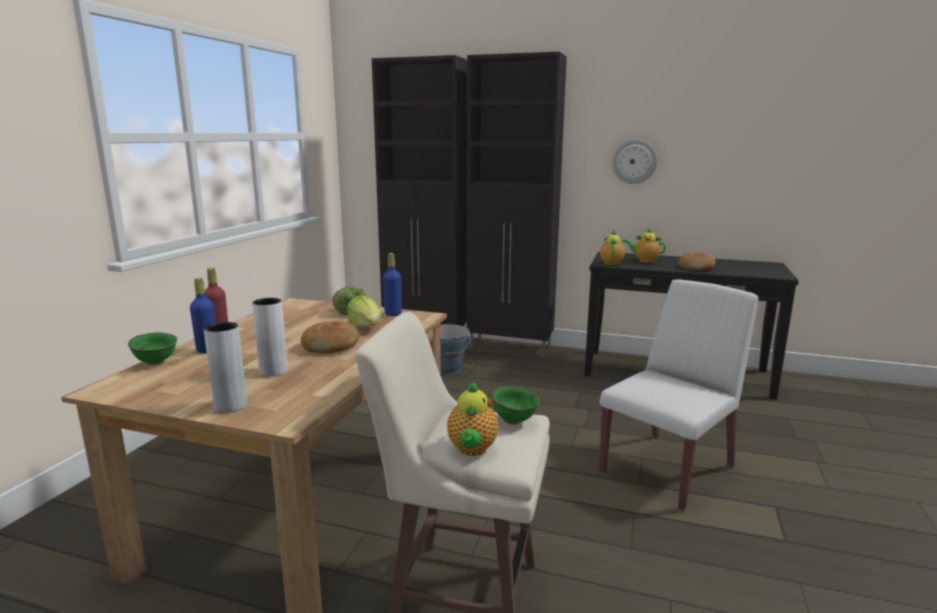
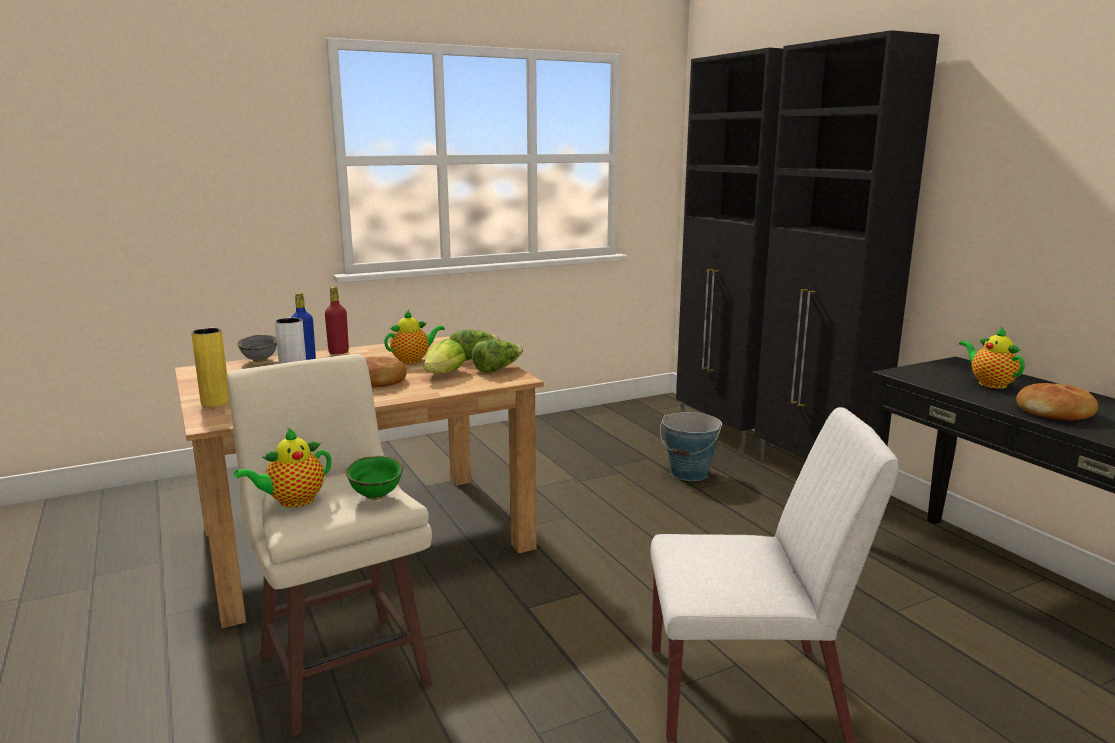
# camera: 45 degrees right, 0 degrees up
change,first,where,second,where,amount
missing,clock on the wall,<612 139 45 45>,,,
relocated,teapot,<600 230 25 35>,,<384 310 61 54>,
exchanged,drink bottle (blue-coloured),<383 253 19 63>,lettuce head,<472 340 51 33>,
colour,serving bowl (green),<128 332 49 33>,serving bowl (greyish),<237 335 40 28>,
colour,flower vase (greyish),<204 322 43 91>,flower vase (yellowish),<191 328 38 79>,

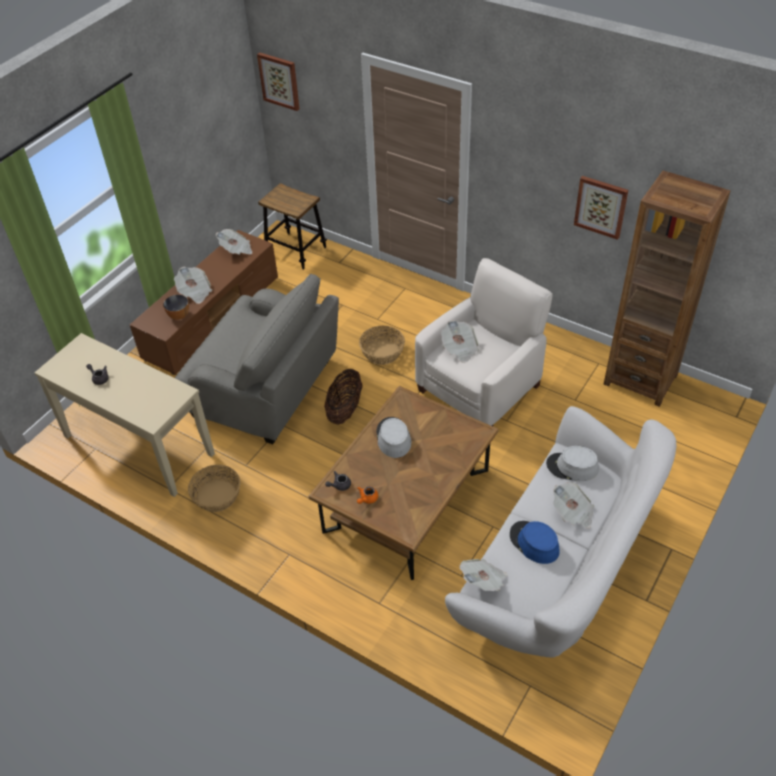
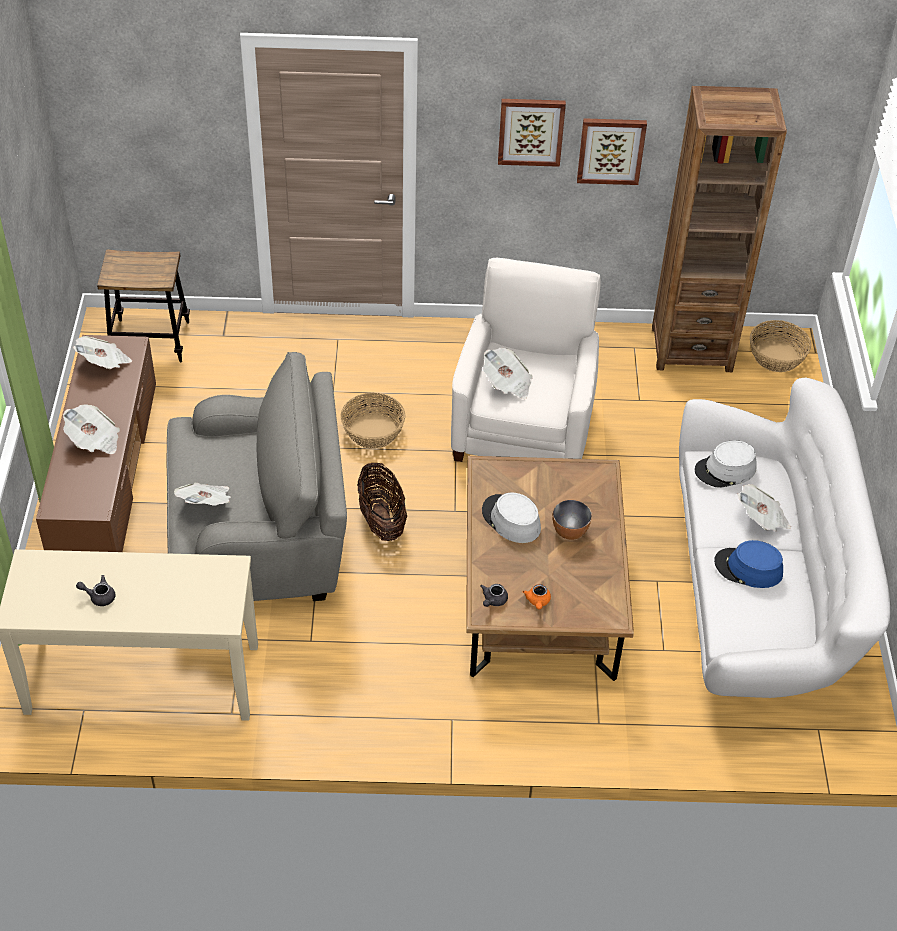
# camera: 35 degrees left, 0 degrees up
change,first,where,second,where,amount
relocated,serving bowl,<163 294 26 26>,,<553 500 39 40>,
relocated,household basket,<188 465 52 47>,,<750 320 61 52>,
relocated,picture,<257 52 43 59>,,<498 99 68 68>,
relocated,printed paper,<460 559 48 32>,,<174 483 57 23>,

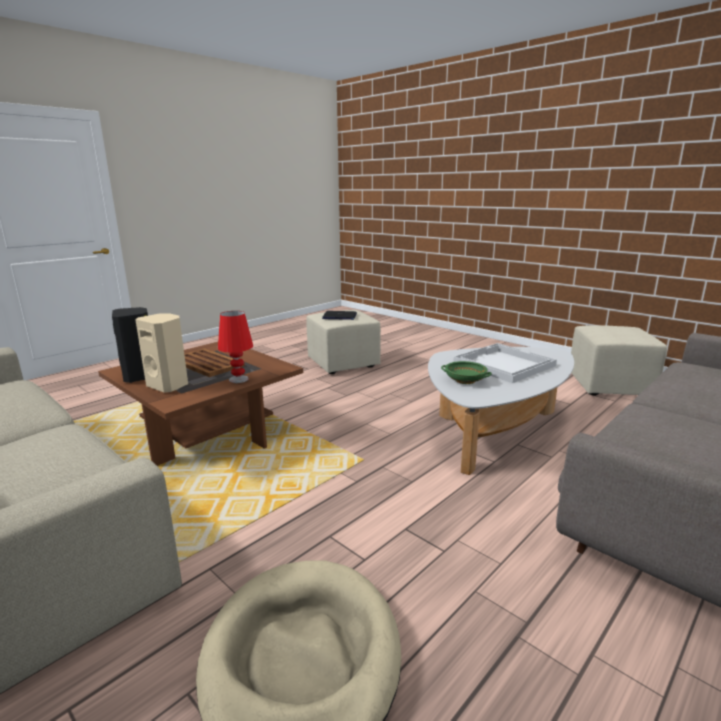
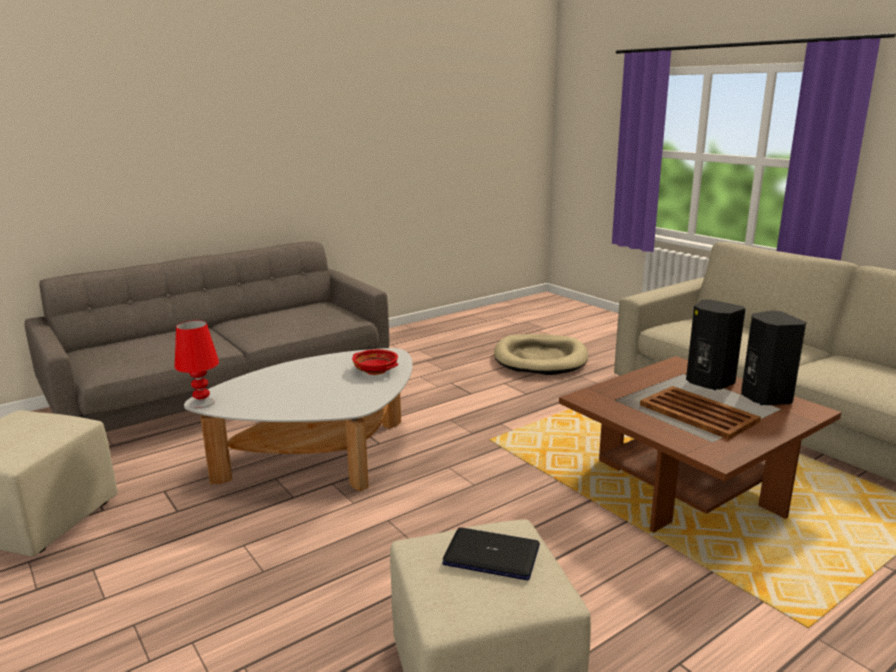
# camera: 170 degrees left, 0 degrees up
change,first,where,second,where,amount
missing,carrying tray (white-coloured),<453 343 104 40>,,,
relocated,table lamp (red-coloured),<218 311 35 72>,,<174 320 45 89>,
colour,audio speaker (beige),<135 313 53 80>,audio speaker (blackish),<686 299 60 91>,
colour,serving bowl (green),<441 361 51 23>,serving bowl (red-coloured),<352 349 46 26>,

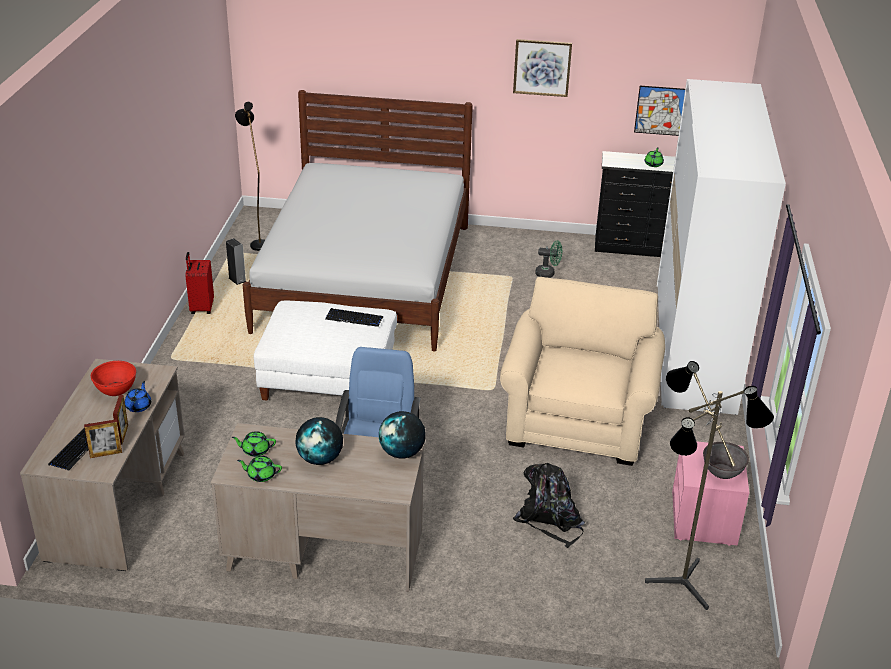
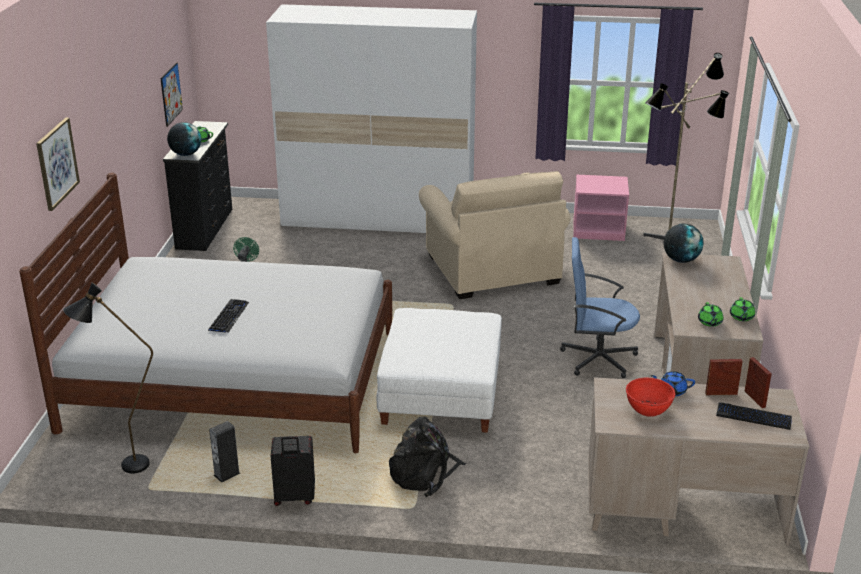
# camera: 90 degrees left, 5 degrees down
change,first,where,second,where,amount
missing,serving bowl (greyish),<703 442 46 37>,,,
relocated,desk globe,<295 417 48 48>,,<167 122 34 34>,
relocated,PC keyboard,<325 308 58 19>,,<208 299 41 34>,
relocated,picture,<513 39 59 58>,,<36 118 44 93>,
relocated,rucksack (blackish),<513 463 72 85>,,<389 416 77 81>,
colour,piece of luggage (red-coloured),<185 252 29 62>,piece of luggage (blackish),<271 436 44 70>,
spun,armchair (beige),<500 277 165 189>,,<419 171 152 128>,120 degrees counterclockwise

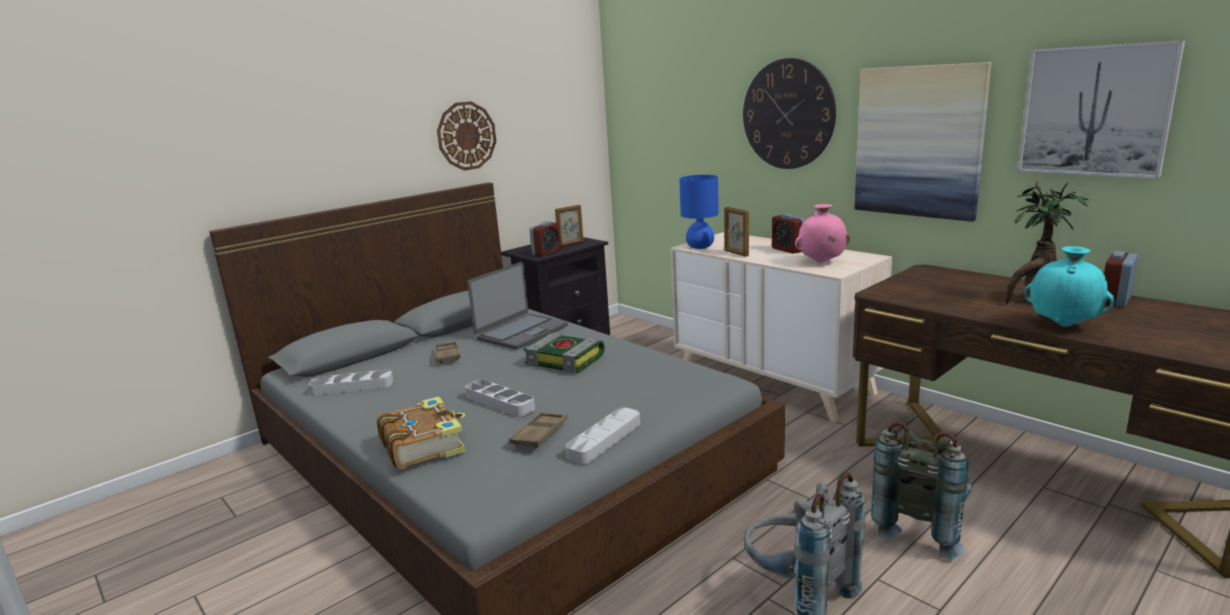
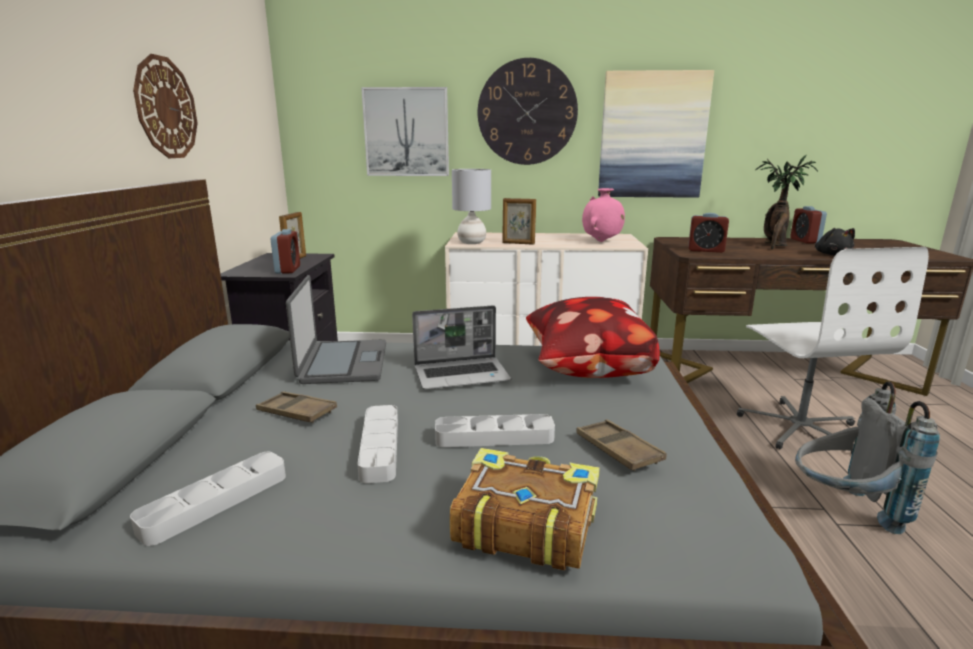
# camera: 45 degrees left, 0 degrees up
change,first,where,second,where,amount
appeared,,,throw pillow,<526 297 134 81>,
relocated,carrying tray (greyish),<566 407 74 57>,,<357 405 41 78>,
relocated,alarm clock,<772 213 34 41>,,<688 213 41 40>,
relocated,picture,<1018 40 167 139>,,<361 87 88 89>,
exchanged,bound book,<524 333 81 41>,laptop,<412 305 99 84>,
exchanged,rucksack (greyish),<871 422 100 137>,computer chair (white-coloured),<737 247 192 207>,
exchanged,flower vase (turquoise),<1024 246 91 81>,cuddly toy (blackish),<815 228 40 27>,
colour,table lamp (blue-coloured),<679 175 40 74>,table lamp (greyish),<452 169 39 75>,

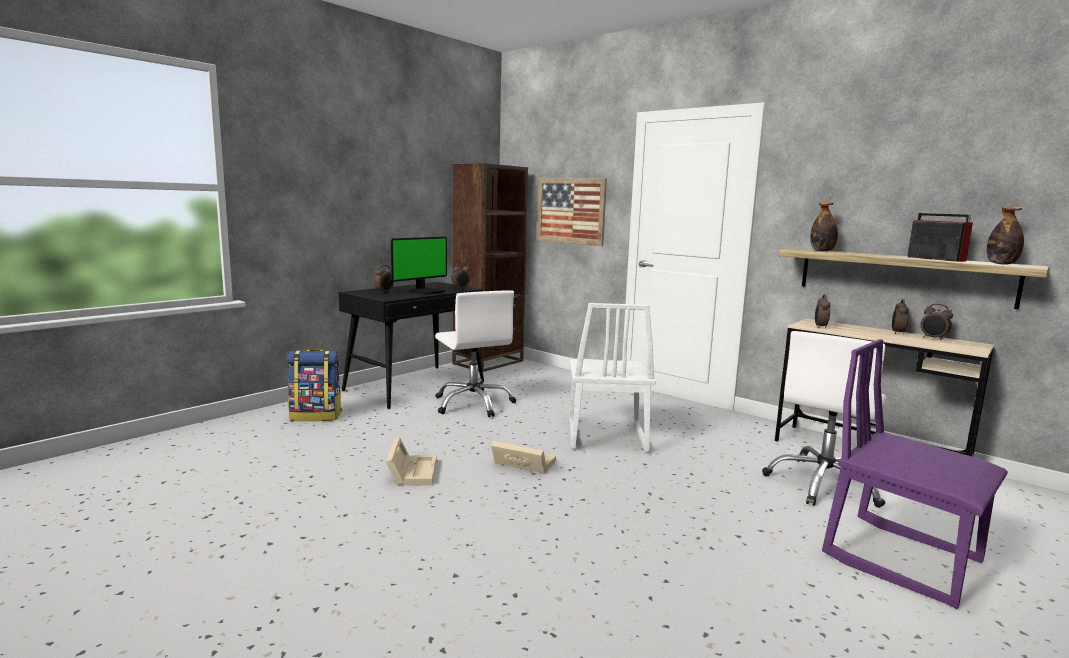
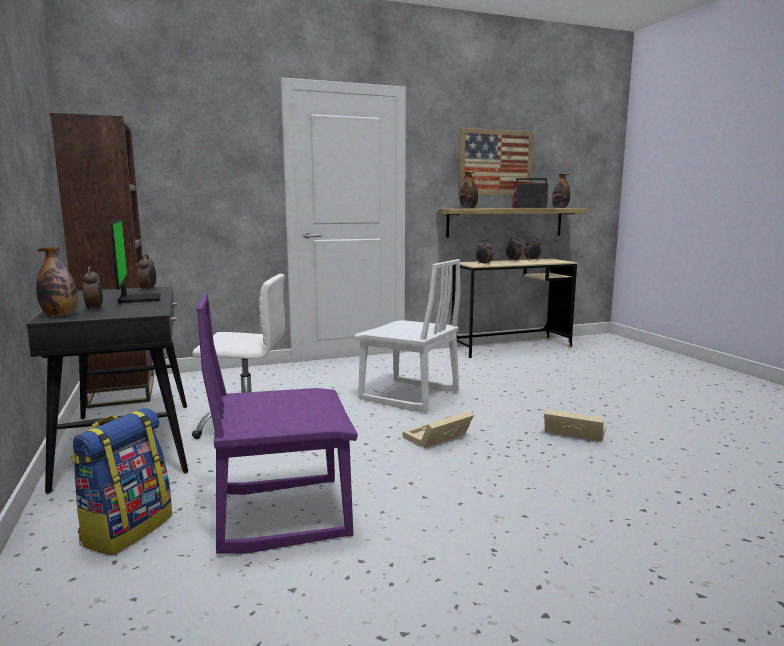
# camera: 60 degrees left, 0 degrees up
change,first,where,second,where,amount
missing,computer chair (white-coloured),<762 331 124 177>,,,
appeared,,,drink bottle,<36 246 42 70>,
relocated,storage bin (beige),<386 437 51 49>,,<544 409 62 32>,
relocated,picture,<537 178 70 68>,,<458 128 76 68>,
relocated,upright chair (purple),<822 339 186 270>,,<197 293 161 261>,

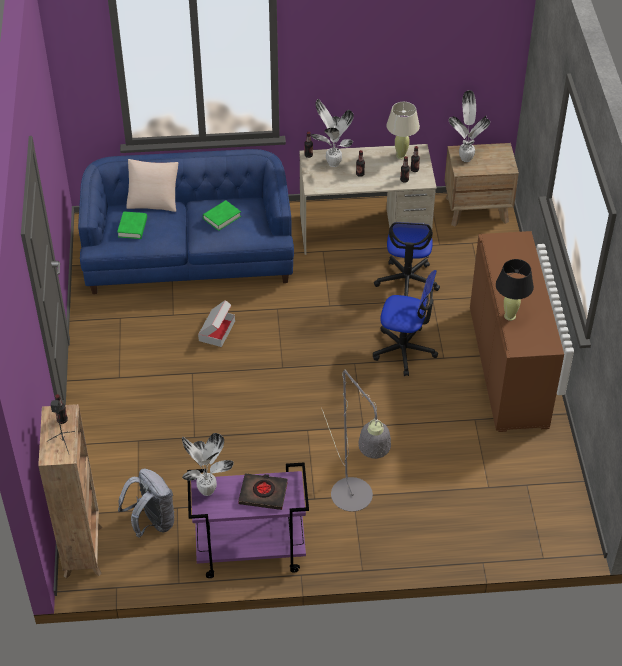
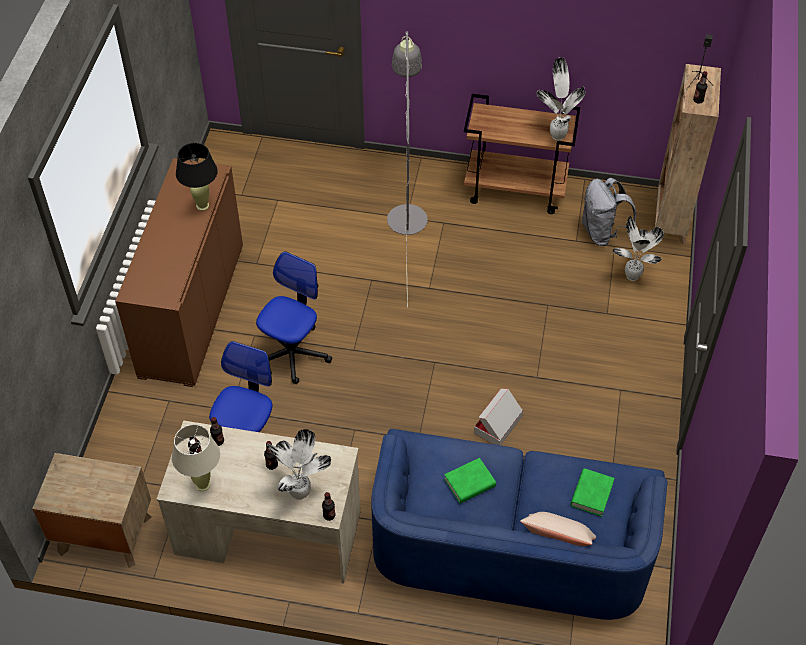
# camera: 165 degrees left, 5 degrees up
change,first,where,second,where,amount
missing,bound book (blackish),<238 474 50 36>,,,
relocated,plant in a pot,<448 90 42 72>,,<612 216 52 65>,
colour,trolley (purple),<187 462 122 116>,trolley (brown),<464 94 116 120>,
spun,computer chair,<373 270 65 106>,,<256 251 76 133>,90 degrees clockwise

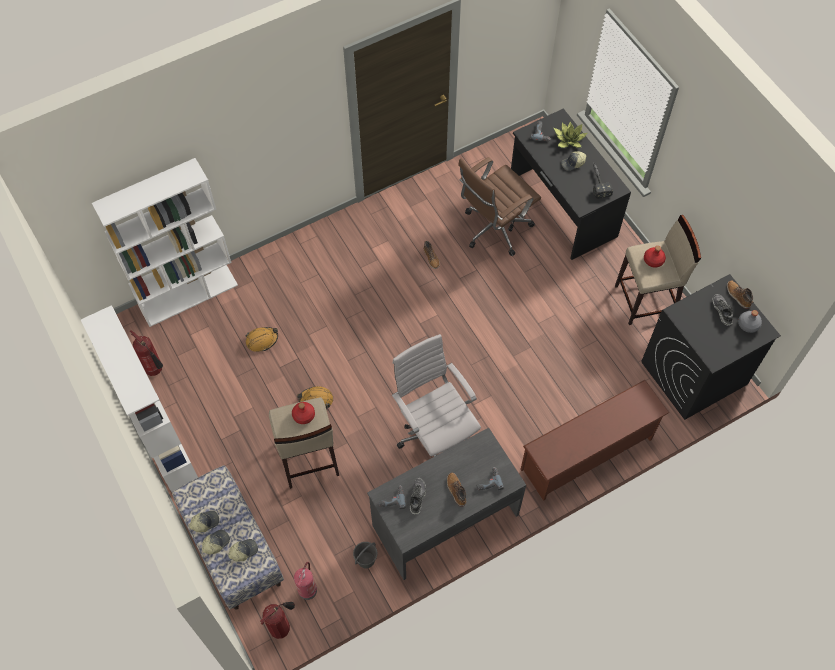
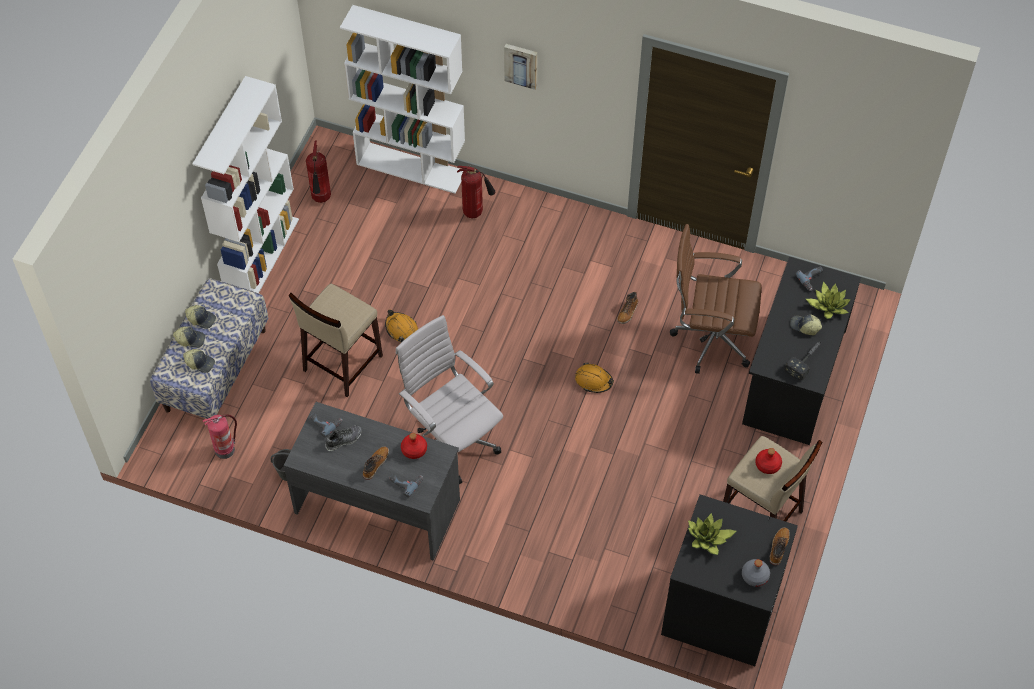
# camera: 50 degrees right, 5 degrees down
change,first,where,second,where,amount
missing,shoe stand (brown),<520 380 150 121>,,,
missing,shoe,<713 294 20 31>,,,
appeared,,,picture,<504 44 34 46>,
appeared,,,plant in a pot,<688 513 48 42>,
relocated,hard hat (orange),<246 327 32 25>,,<575 362 39 31>,
relocated,fire extinguisher,<260 602 35 37>,,<457 165 38 54>,
relocated,drink bottle (red-coloured),<292 402 23 22>,,<401 433 26 26>,
spun,computer chair (white-coloured),<392 334 89 123>,,<396 315 107 169>,60 degrees counterclockwise

